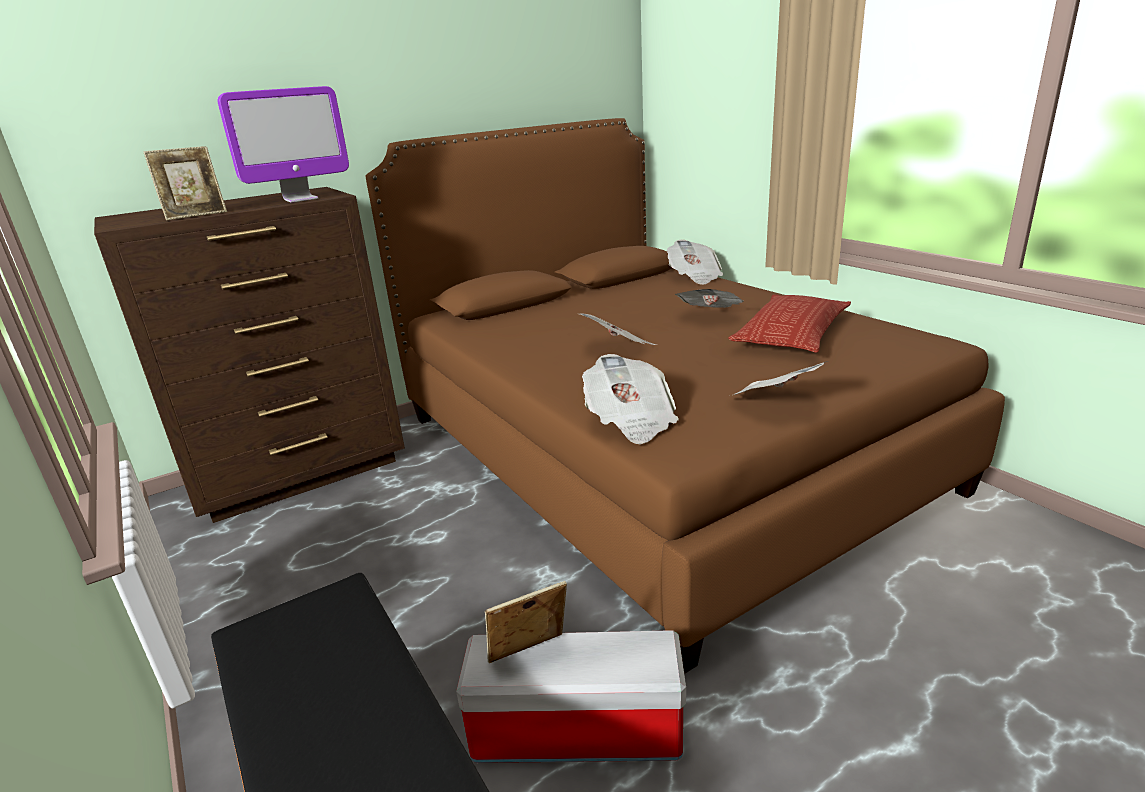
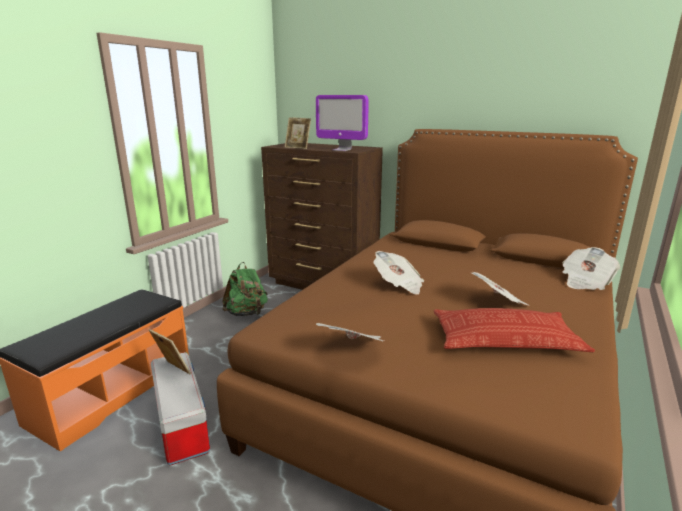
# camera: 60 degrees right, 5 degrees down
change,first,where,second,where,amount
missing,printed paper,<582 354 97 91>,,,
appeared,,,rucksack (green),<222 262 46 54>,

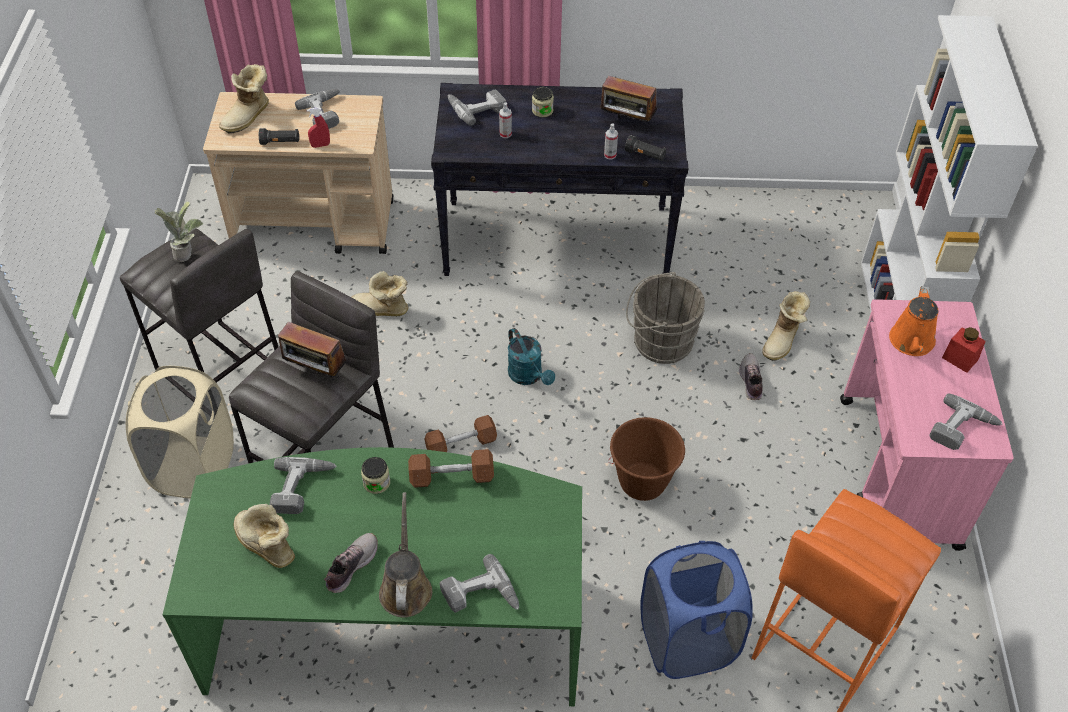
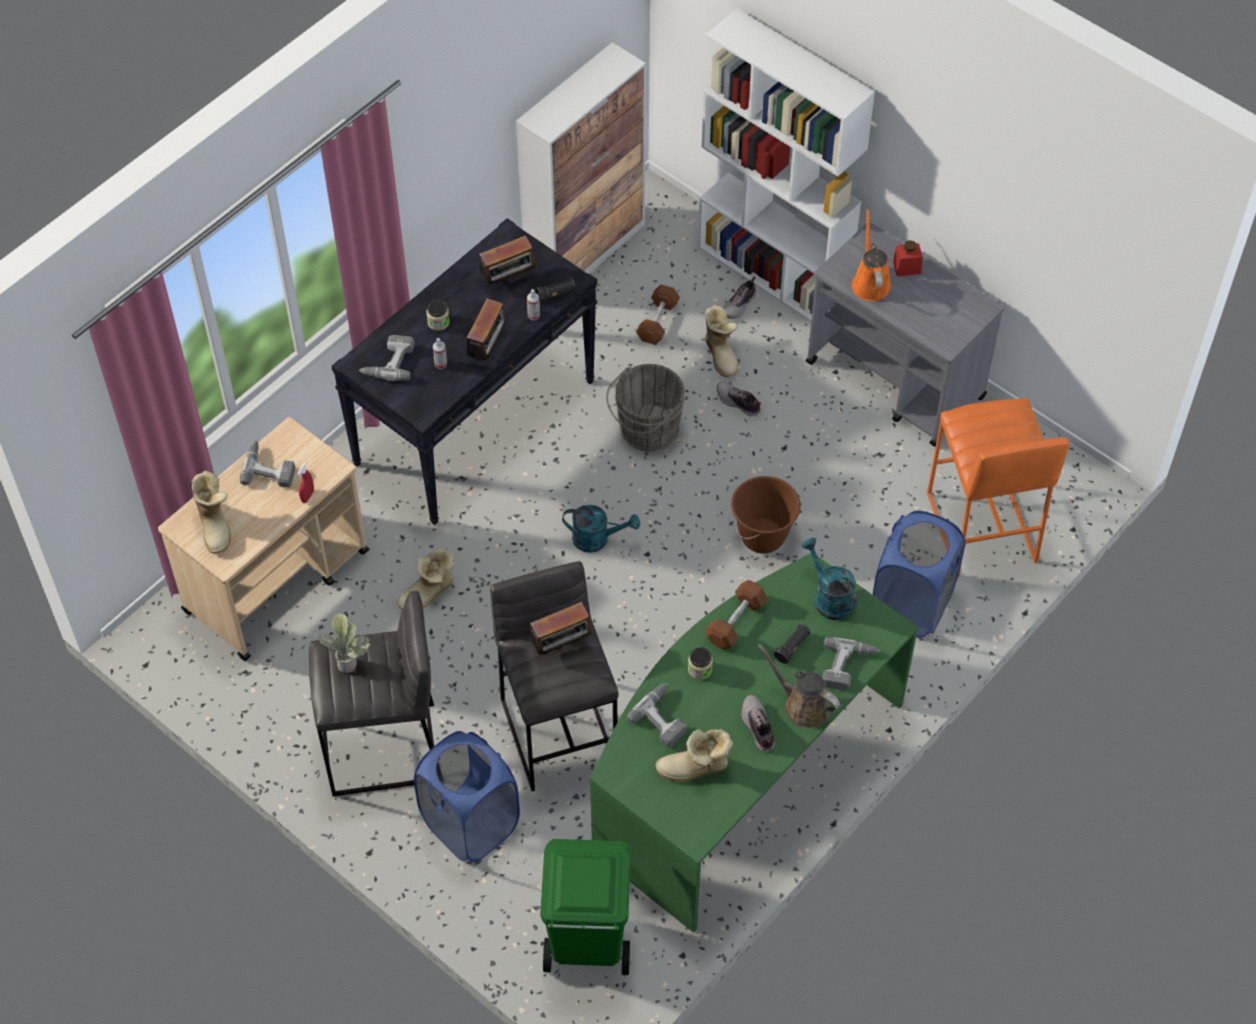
# camera: 50 degrees left, 5 degrees up
change,first,where,second,where,amount
missing,electric drill,<929 393 74 57>,,,
appeared,,,radio,<467 298 43 65>,
appeared,,,cupboard,<516 42 130 232>,
appeared,,,rubbish bin (green),<540 839 91 136>,
appeared,,,shoe,<723 277 33 42>,
appeared,,,watering pot (turquoise),<801 538 56 82>,
relocated,torch (blackish),<259 128 40 17>,,<773 624 37 40>,
relocated,dumbbell (brown),<424 415 73 37>,,<636 285 44 60>,
colour,hamper (beige),<126 366 108 133>,hamper (blue-coloured),<414 731 106 131>,
colour,trolley (pinkish),<840 299 174 252>,trolley (greyish),<806 222 198 225>,
spun,watering pot (orange),<889 286 50 70>,,<851 209 40 92>,150 degrees counterclockwise

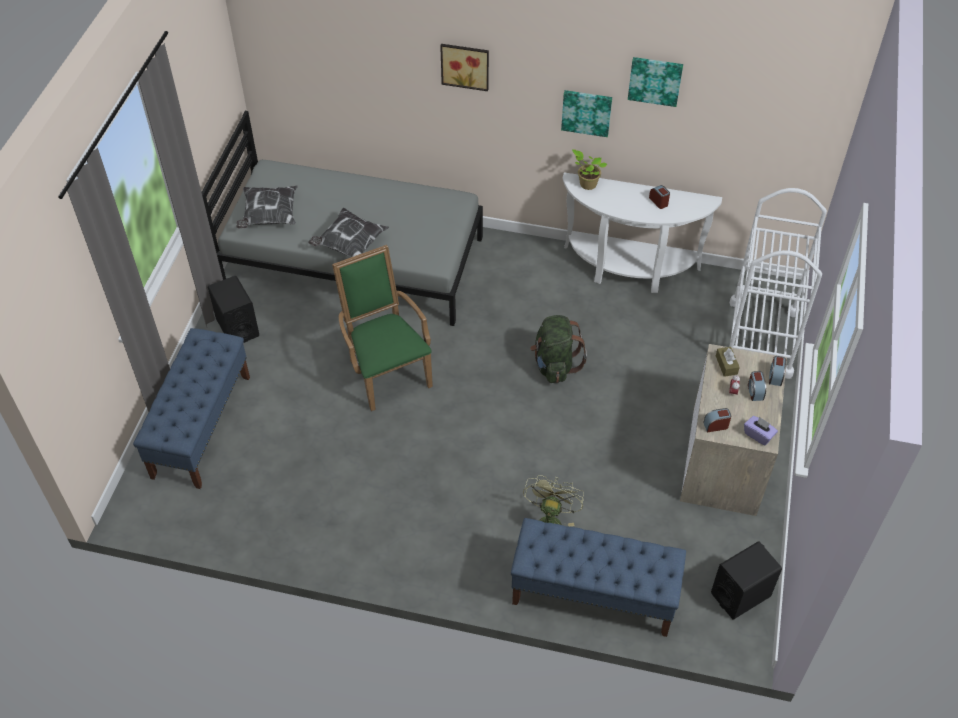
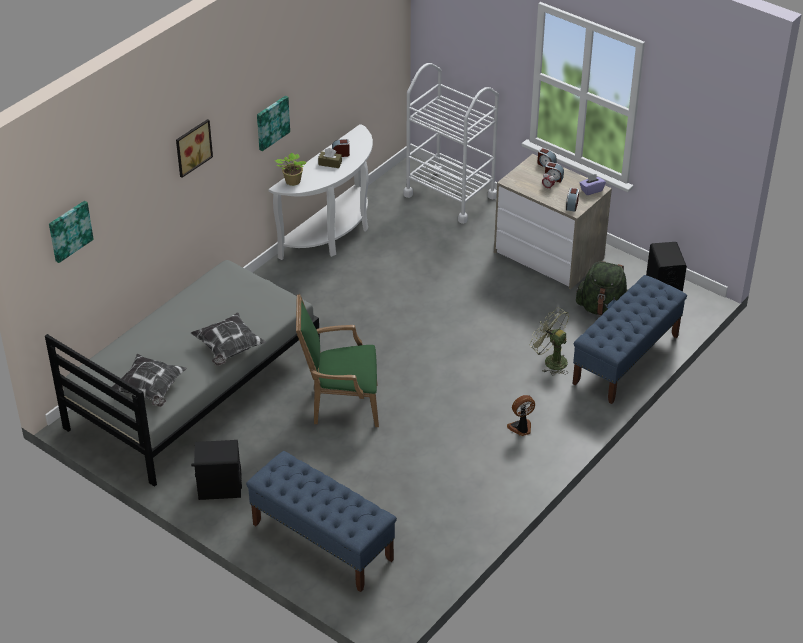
# camera: 65 degrees left, 10 degrees down
change,first,where,second,where,amount
appeared,,,fan,<507 395 28 41>,
relocated,rucksack (green),<530 315 57 68>,,<576 261 52 55>,
relocated,picture,<628 57 55 50>,,<49 201 45 62>,
relocated,tissue box (brown),<716 347 24 30>,,<318 148 24 20>,

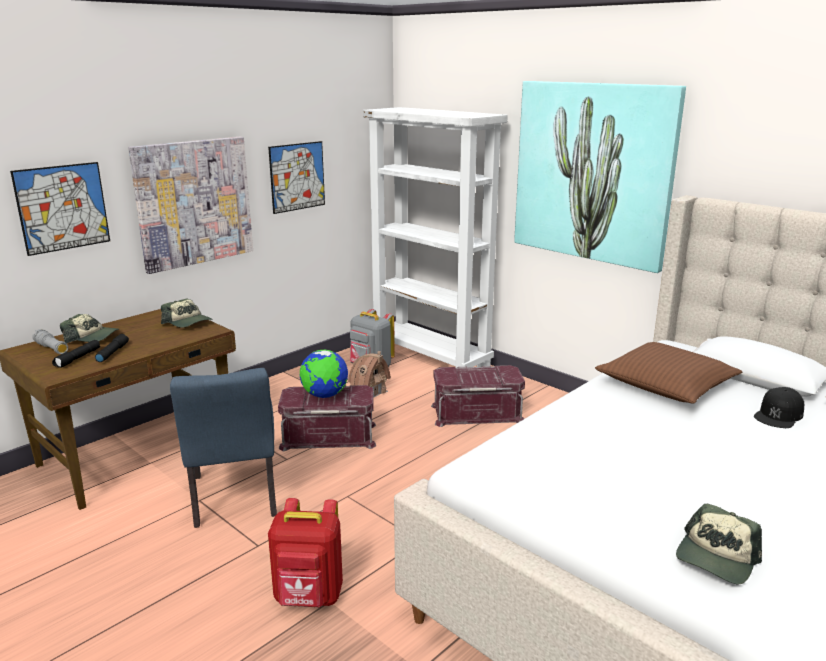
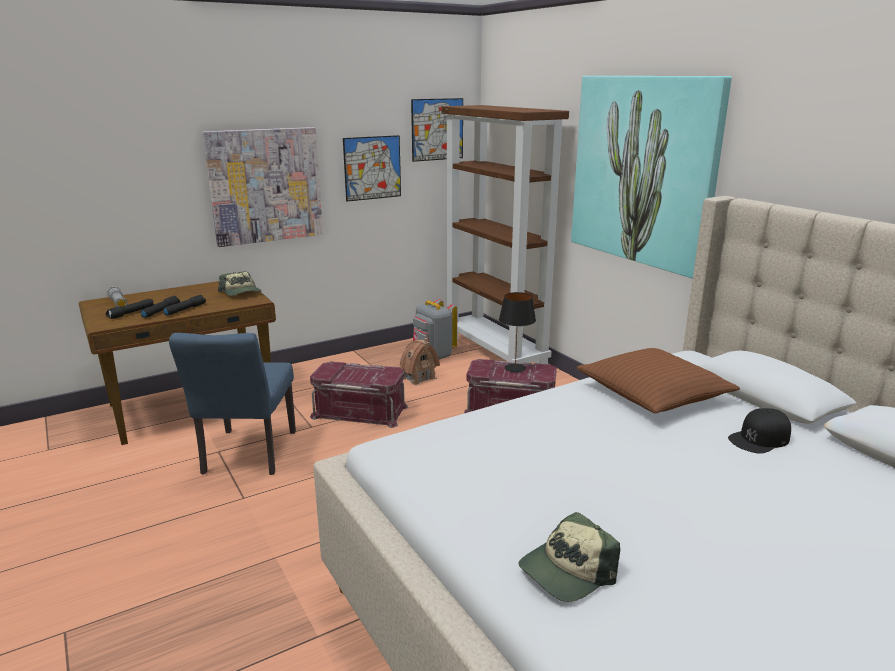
# camera: 15 degrees right, 0 degrees up
change,first,where,second,where,amount
missing,baseball cap,<60 314 59 30>,,,
missing,rucksack (red-coloured),<268 498 75 109>,,,
missing,desk globe,<300 350 48 48>,,,
appeared,,,torch (blackish),<163 295 43 20>,
appeared,,,table lamp (blackish),<499 292 37 80>,
relocated,picture,<10 162 100 94>,,<411 98 52 64>,
colour,bookcase (white-coloured),<363 107 145 261>,bookcase (brown),<441 105 128 259>,

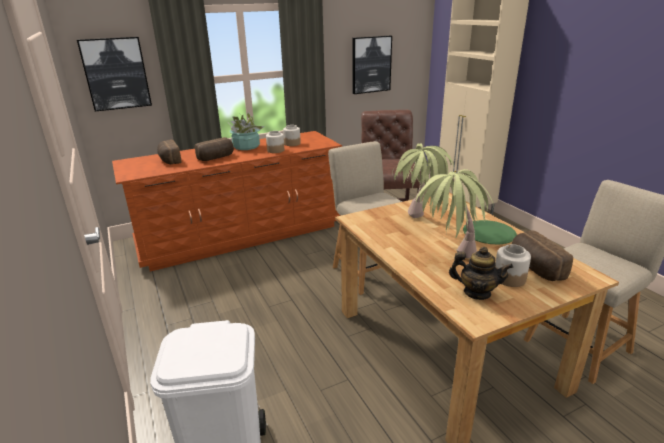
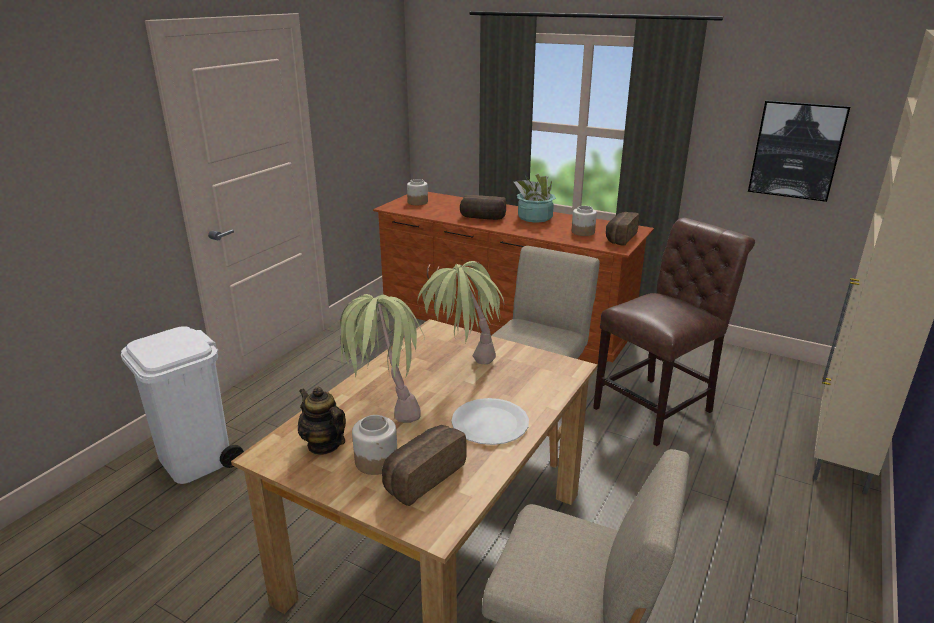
# camera: 55 degrees right, 0 degrees up
change,first,where,second,where,amount
missing,picture,<77 37 75 75>,,,
relocated,bakery bread,<157 139 25 25>,,<606 212 34 34>,
relocated,storage jar,<266 131 18 22>,,<407 179 21 26>,
colour,flat dish (green),<463 220 54 25>,flat dish (white-coloured),<451 398 78 47>,
spun,teapot,<449 247 64 53>,,<298 387 48 68>,150 degrees clockwise

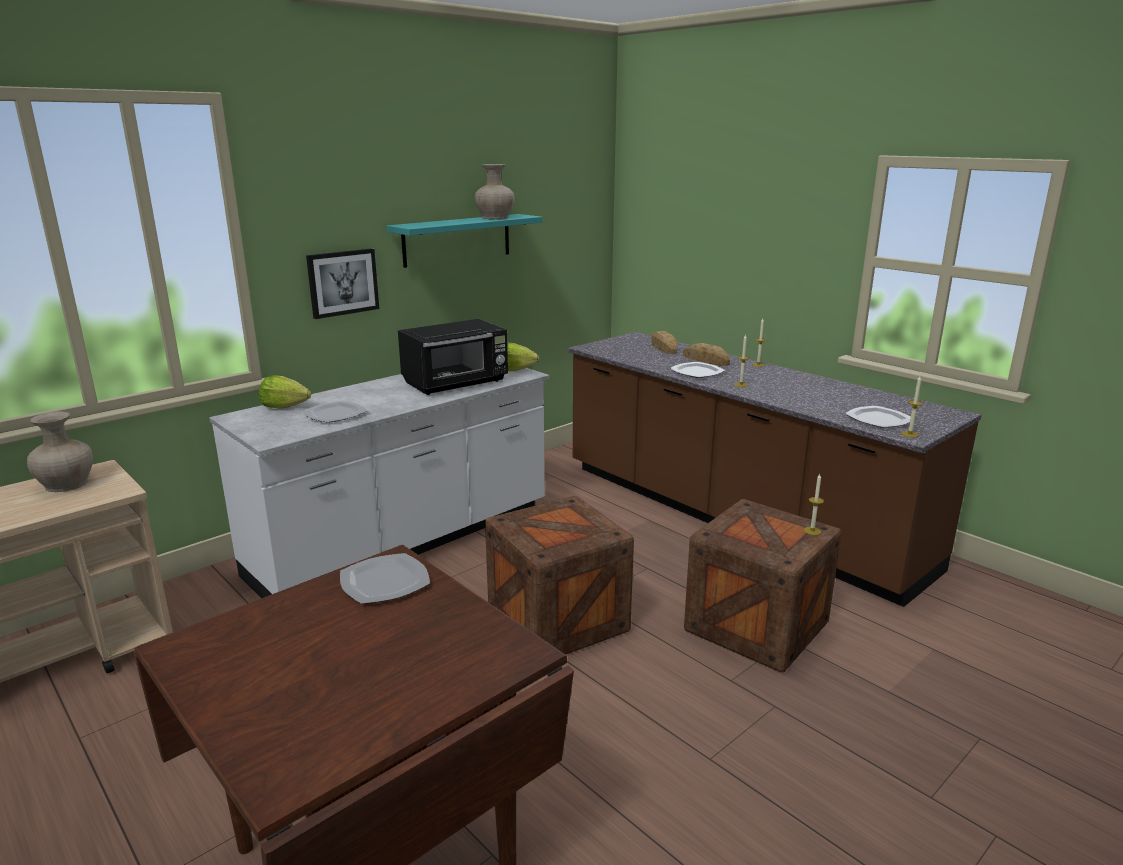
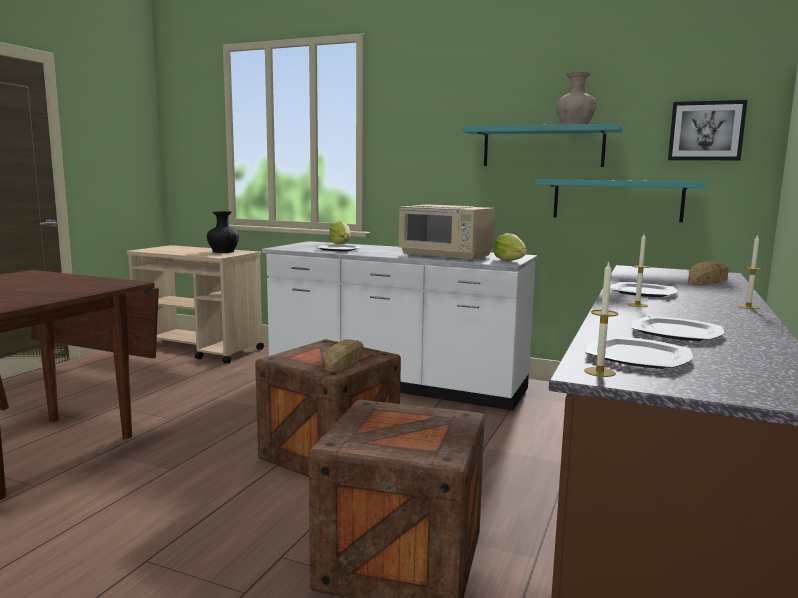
# camera: 65 degrees right, 10 degrees down
change,first,where,second,where,amount
missing,wax candle,<804 474 20 61>,,,
appeared,,,shelf (turquoise),<535 179 171 43>,
relocated,picture,<306 248 73 71>,,<668 100 80 60>,
relocated,flat dish,<340 553 90 51>,,<631 316 93 25>,
relocated,bakery bread,<683 343 47 23>,,<324 339 40 33>,
colour,flower vase (beige),<27 411 66 81>,flower vase (blackish),<207 211 32 42>,
colour,microwave (blackish),<398 319 110 76>,microwave (beige),<398 204 97 57>,

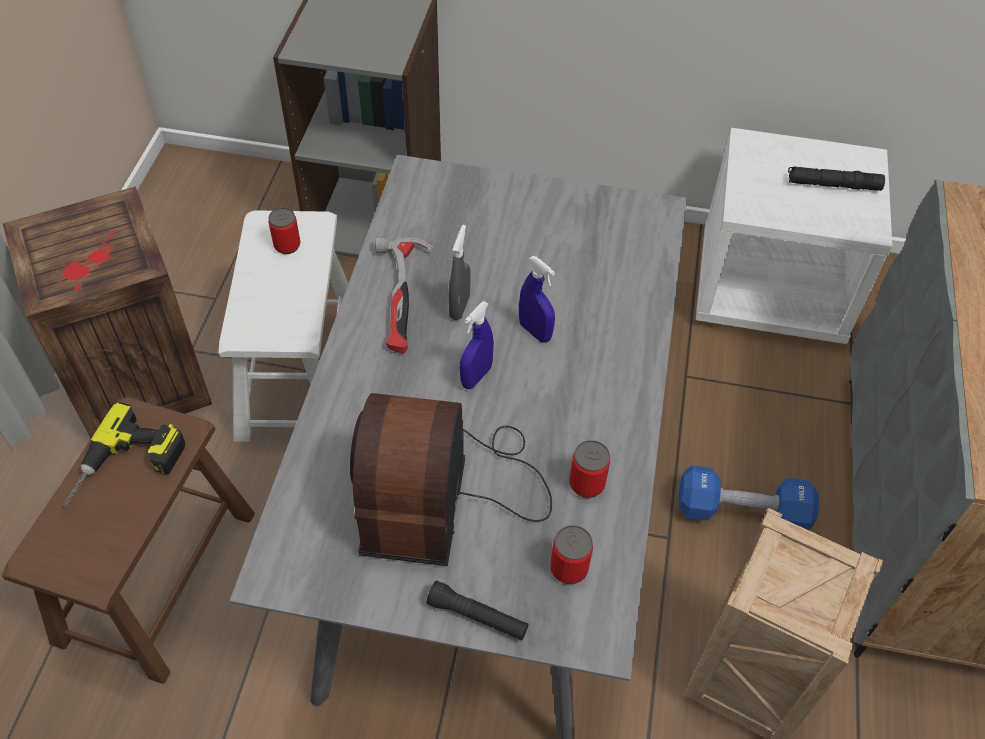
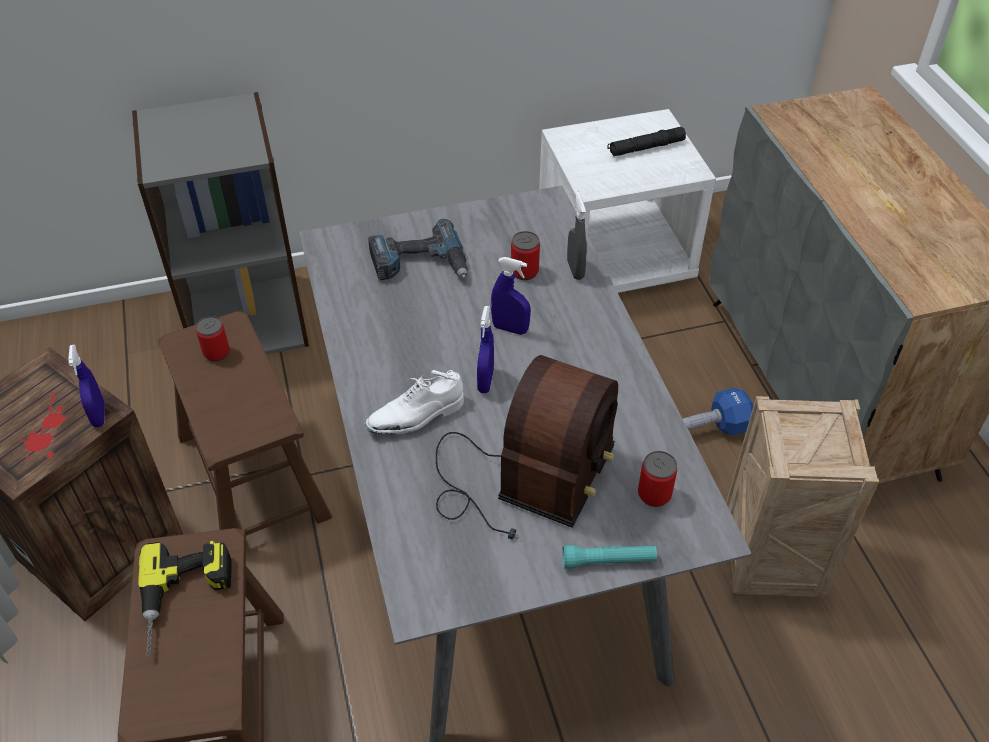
# camera: 25 degrees left, 5 degrees down
change,first,where,second,where,amount
missing,hand hammer,<375 237 58 117>,,,
appeared,,,spray bottle (blue-coloured),<68 345 37 82>,
appeared,,,shoe (white-coloured),<365 370 99 64>,
appeared,,,electric drill,<368 219 100 61>,
relocated,spray bottle (greyish),<448 225 23 95>,,<567 191 20 89>,
relocated,can,<569 440 41 58>,,<511 231 29 49>,
colour,stool seat (white-coloured),<218 210 131 232>,stool seat (brown),<158 311 174 225>,
colour,torch (blackish),<426 581 103 60>,torch (turquoise),<562 545 95 24>,
spun,radio,<350 393 202 173>,,<436 355 182 184>,135 degrees counterclockwise

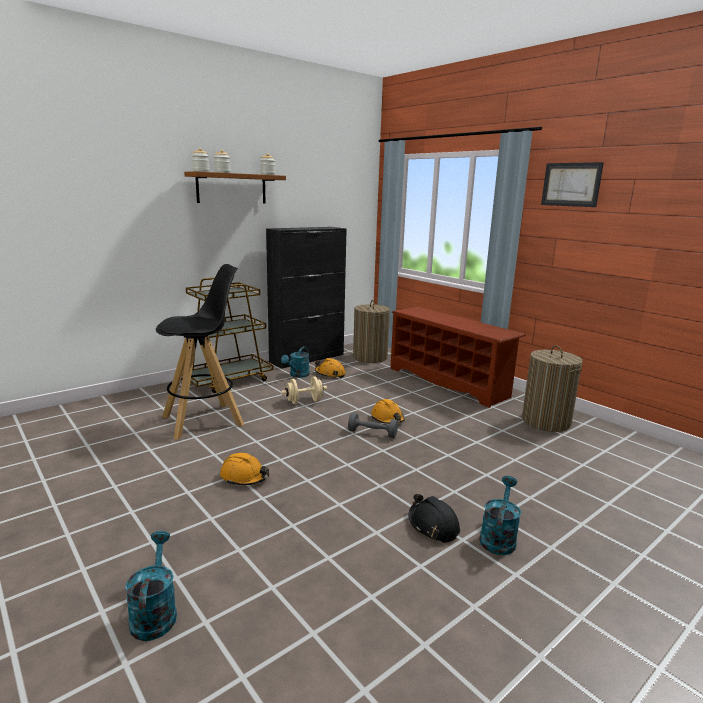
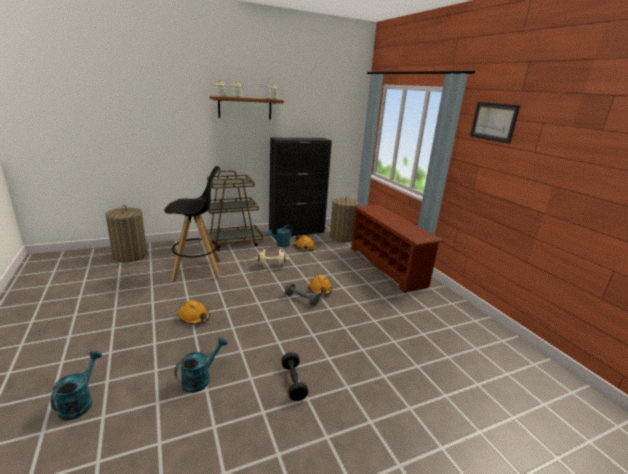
# camera: 15 degrees right, 5 degrees up
change,first,where,second,where,amount
relocated,watering pot (turquoise),<479 476 42 79>,,<174 337 54 56>,
relocated,hamper,<522 345 61 87>,,<105 205 42 58>,
exchanged,hard hat (blackish),<408 494 52 49>,dumbbell (blackish),<281 352 27 49>,

